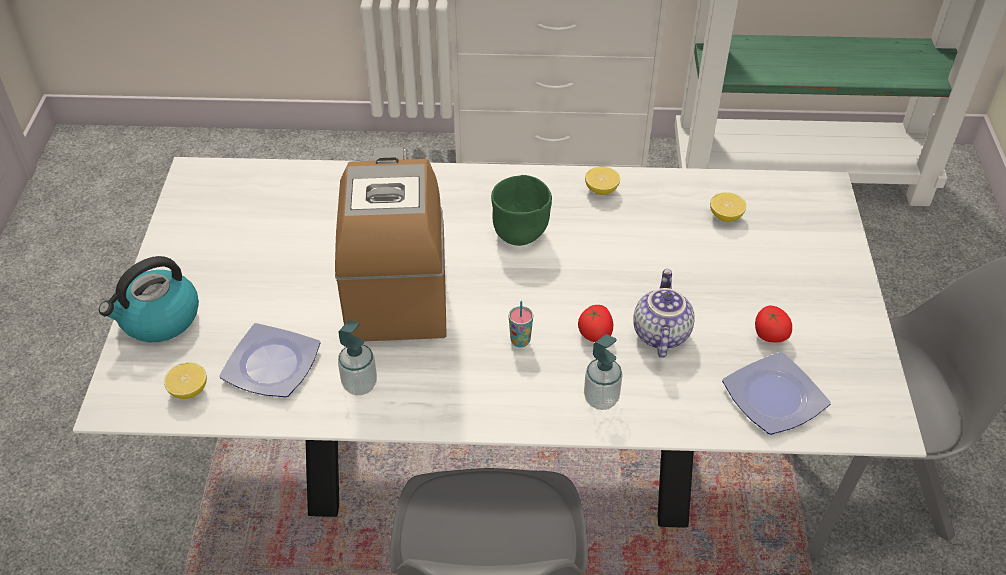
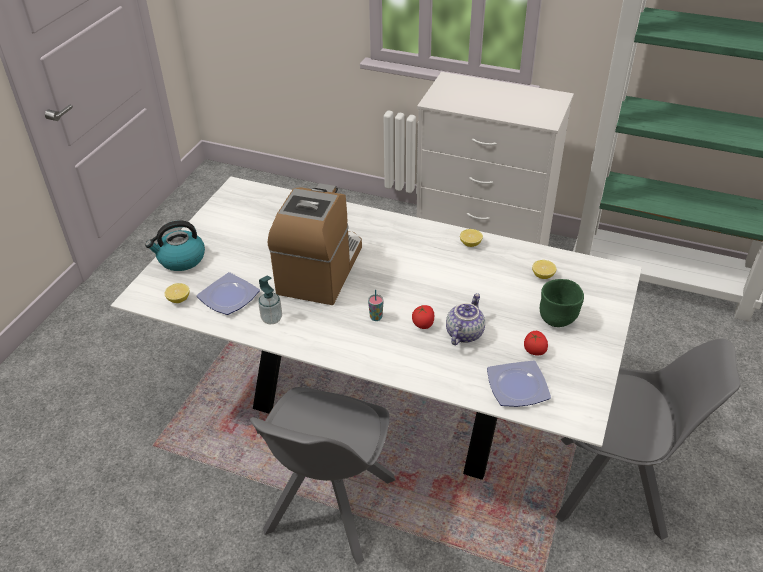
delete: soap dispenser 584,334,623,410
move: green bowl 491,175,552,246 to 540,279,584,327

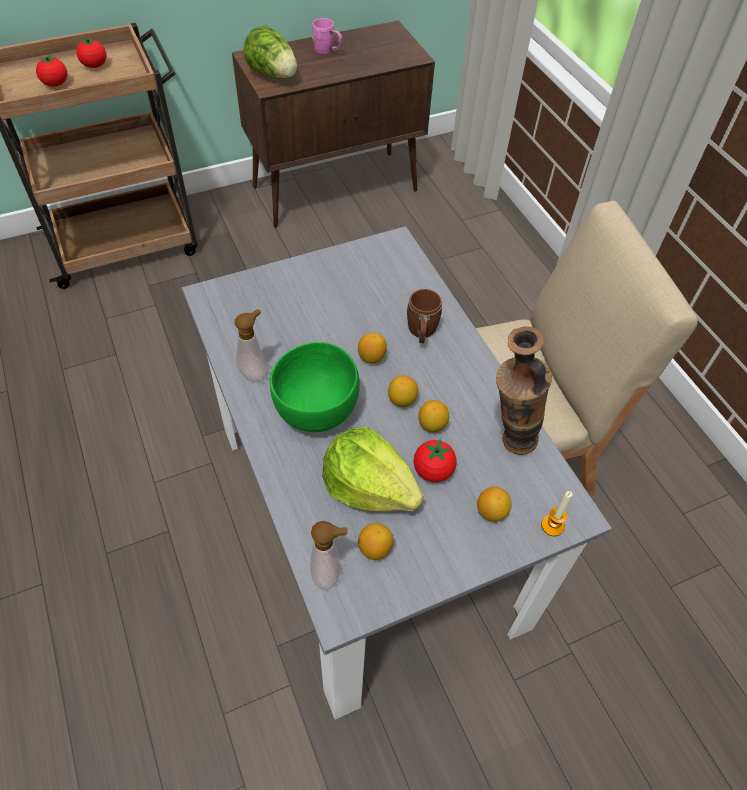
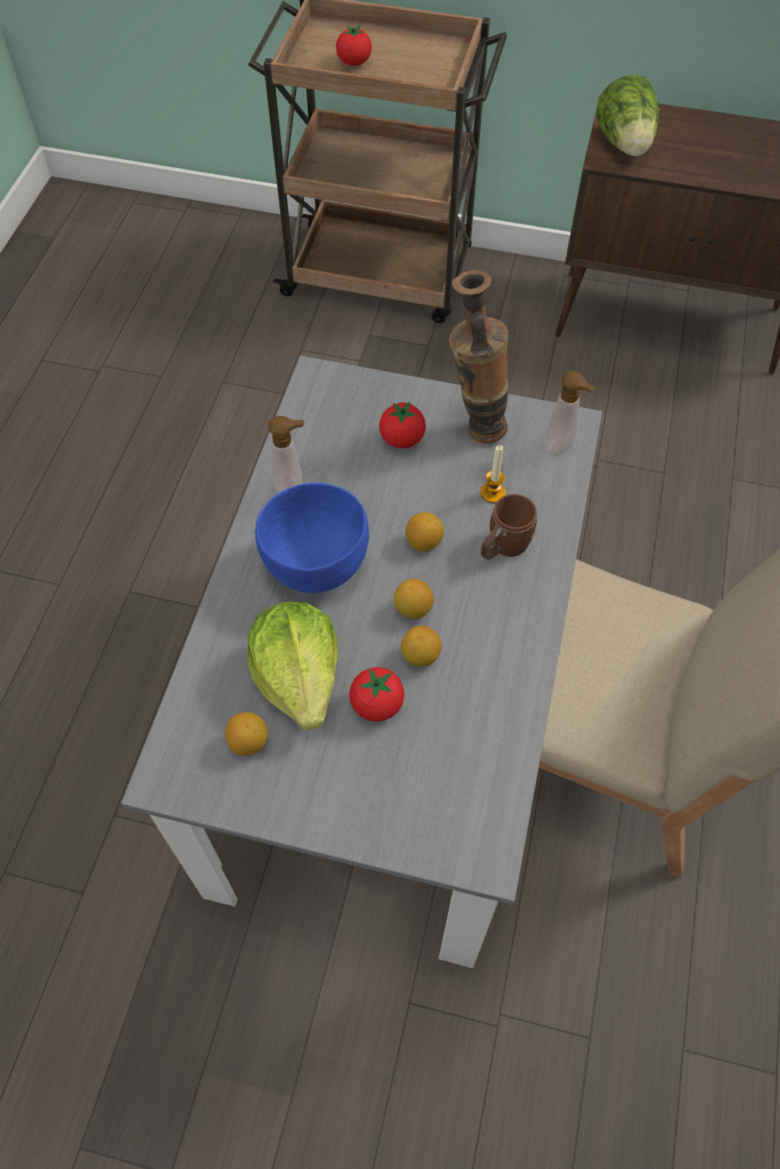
delete: pink mug 312,18,342,55; lemon 477,486,511,522
move: tomato 76,36,107,68 to 379,401,426,449; vase 496,326,552,455 to 449,270,509,444; candle 541,491,573,536 to 480,445,506,503; soap dispenser 310,521,348,590 to 544,371,595,456
recolor: green bowl 270,342,360,432 to blue bowl 255,483,369,593

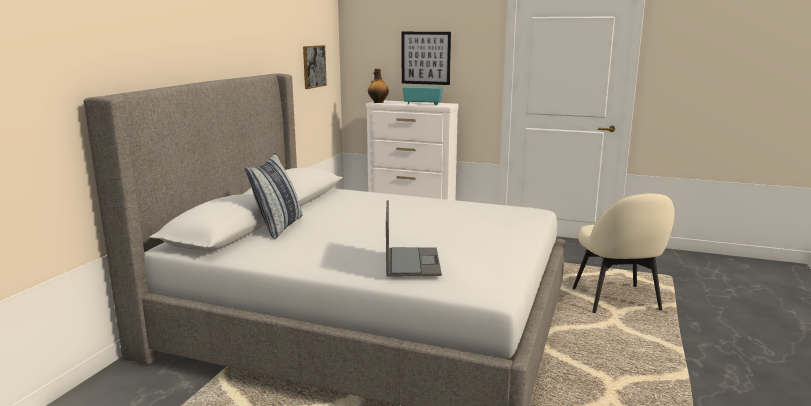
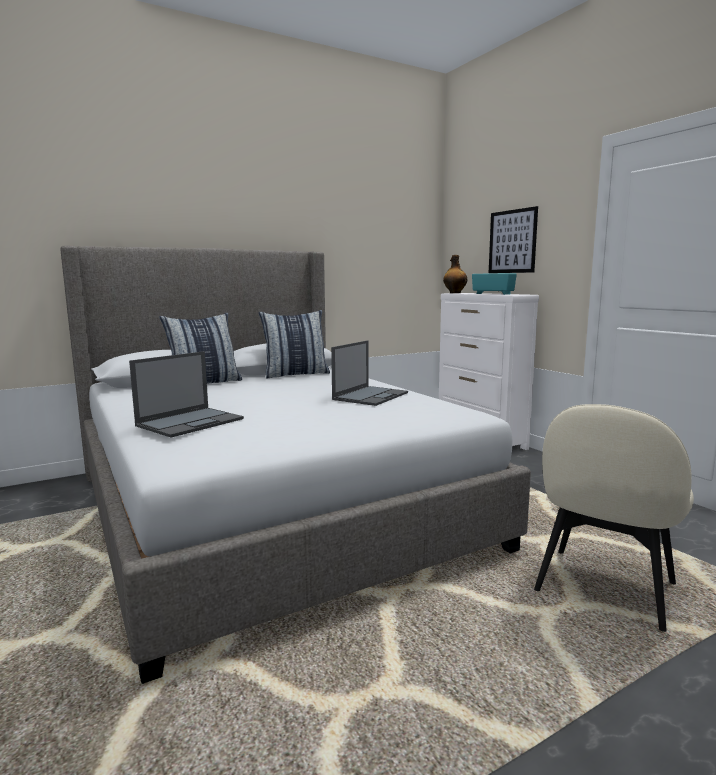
delete: picture 303,45,327,89
insert: pillow 259,310,330,379; laptop 331,340,408,406

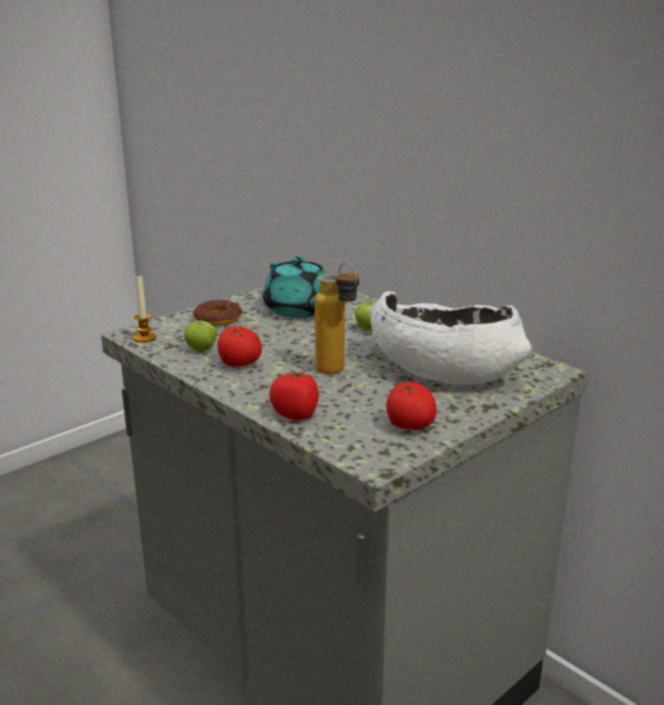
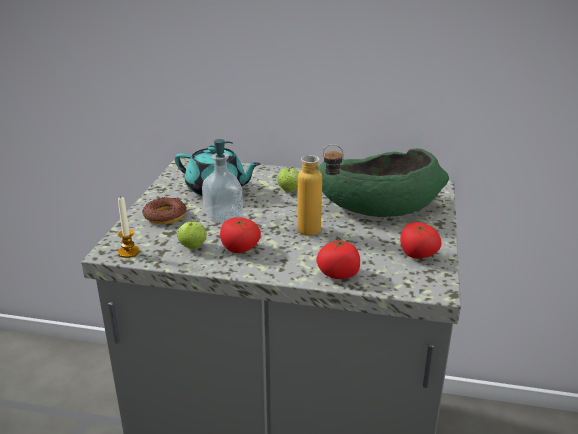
insert: soap dispenser 202,139,243,223
recolor: white bowl 370,291,532,385 to green bowl 318,148,449,217

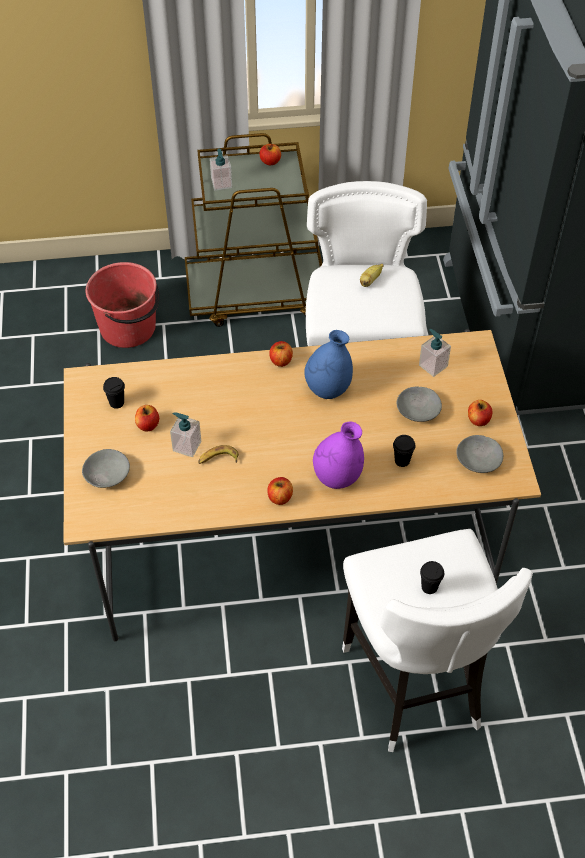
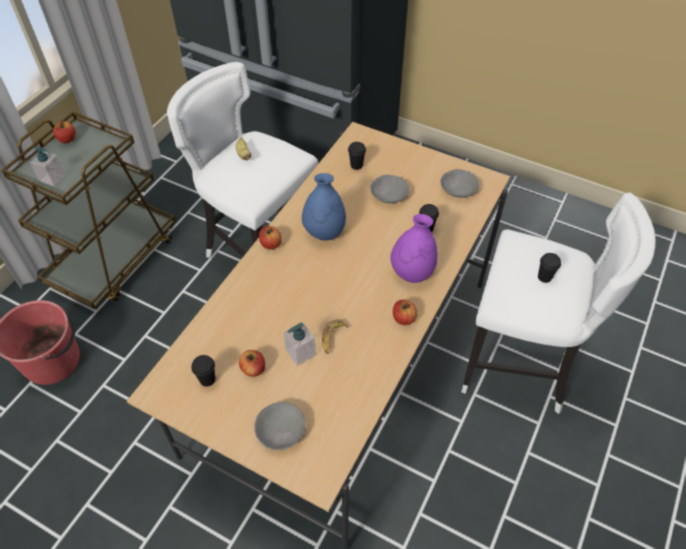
delete: apple 468,400,492,426
replace: soap dispenser 419,329,451,377 to black cup 348,142,366,170

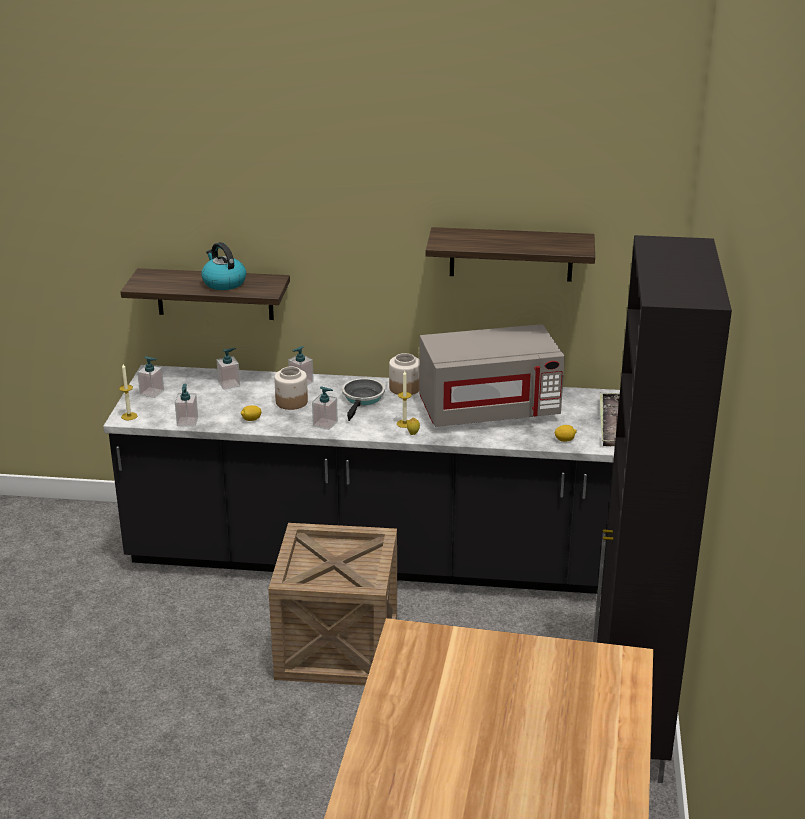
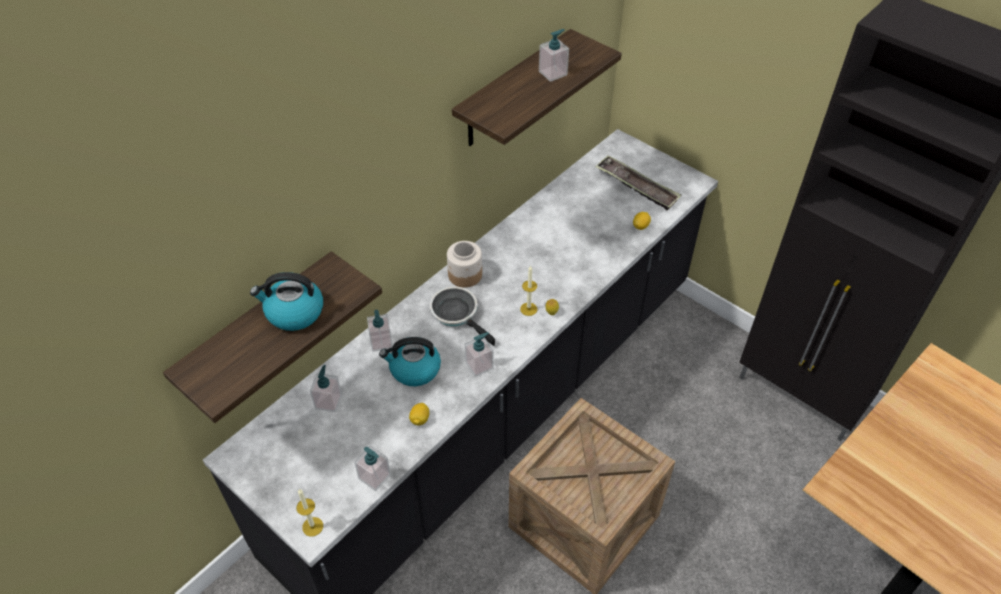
delete: grey microwave 419,324,565,427
move: soap dispenser 137,356,164,398 to 539,29,569,82
replace: jar 274,366,308,410 to kettle 379,337,441,387

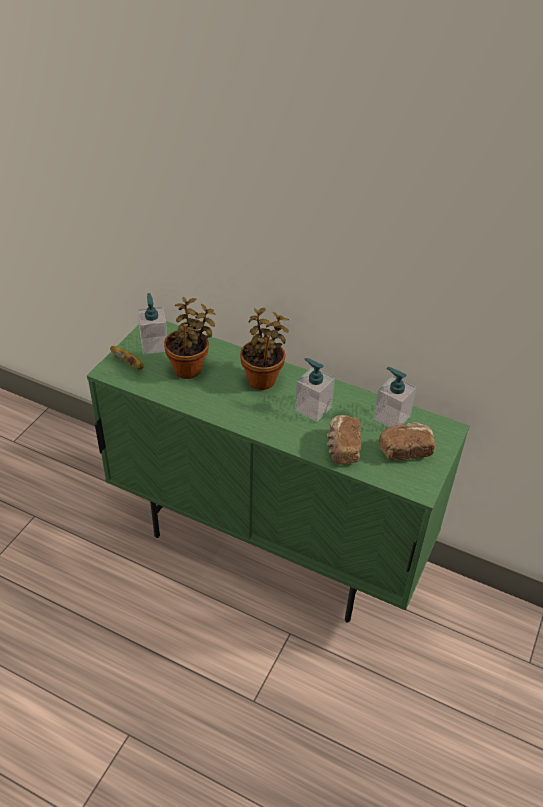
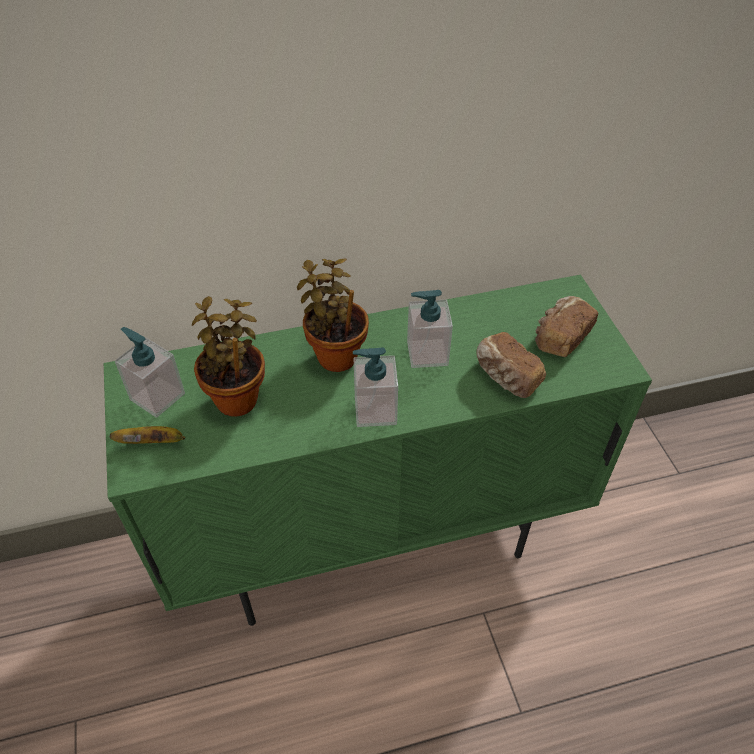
move: soap dispenser 374,367,416,427 to 353,347,398,427

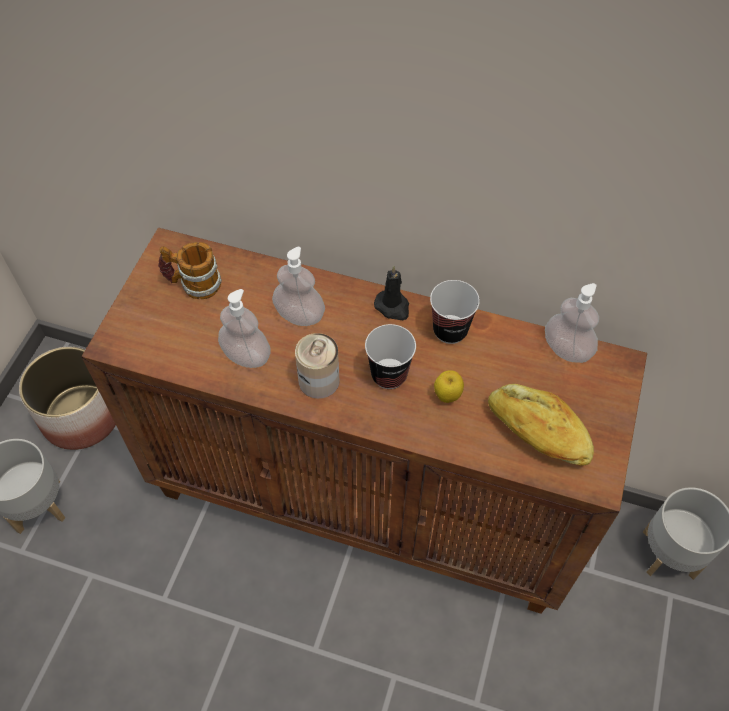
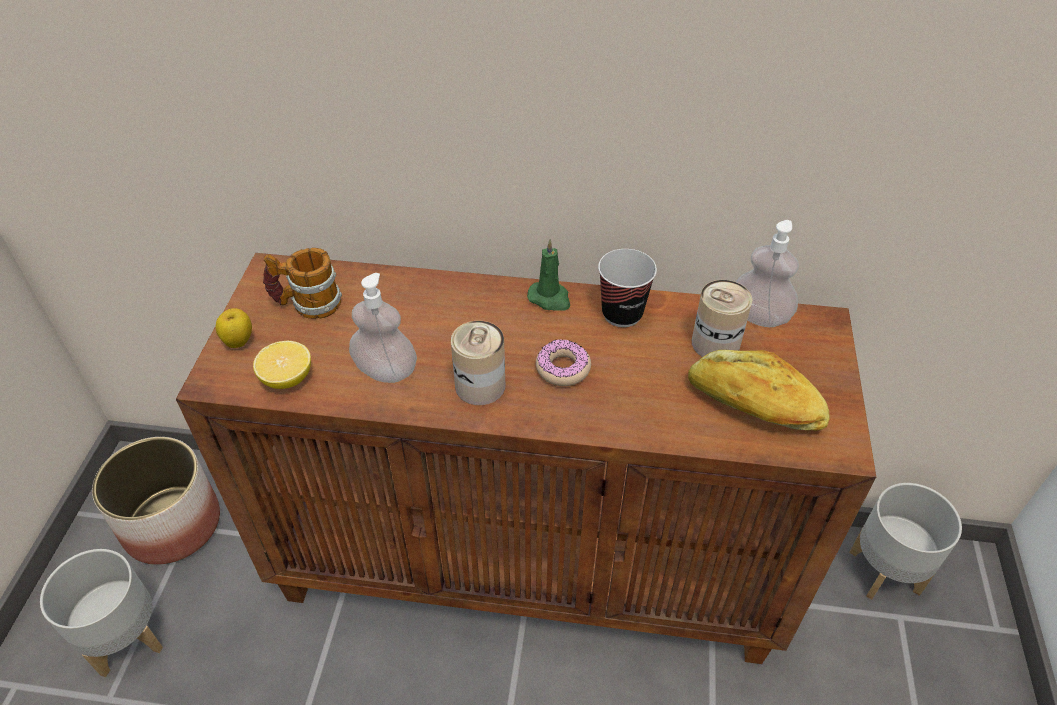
delete: soap dispenser 272,247,325,326
insert: can 692,280,752,357; lemon 253,341,311,389
move: apple 434,370,464,403 to 216,308,252,348
replace: cup 365,324,416,389 to donut 536,339,591,386
recolor: black candle 374,266,409,320 to green candle 527,239,570,311

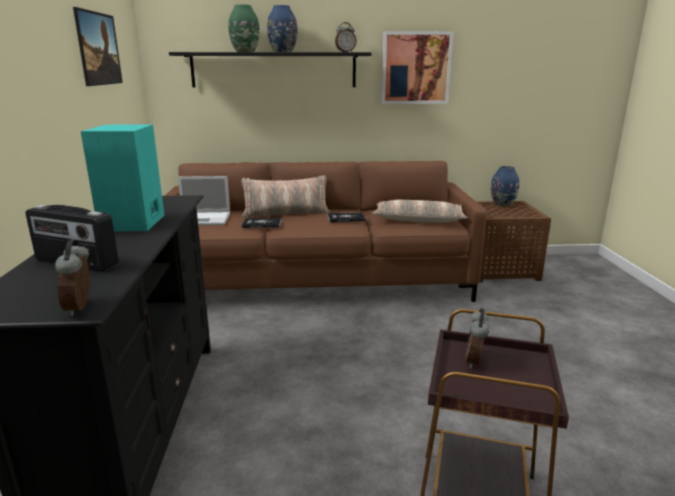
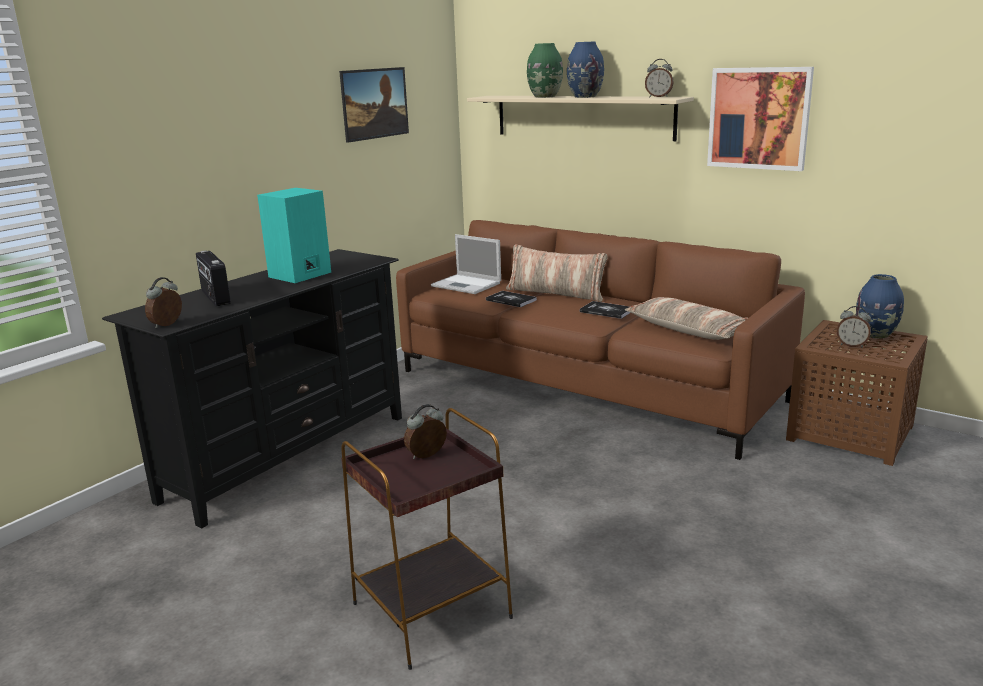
insert: alarm clock 837,306,871,348
recolor: black shelf 169,52,372,88 to beige shelf 467,96,694,141

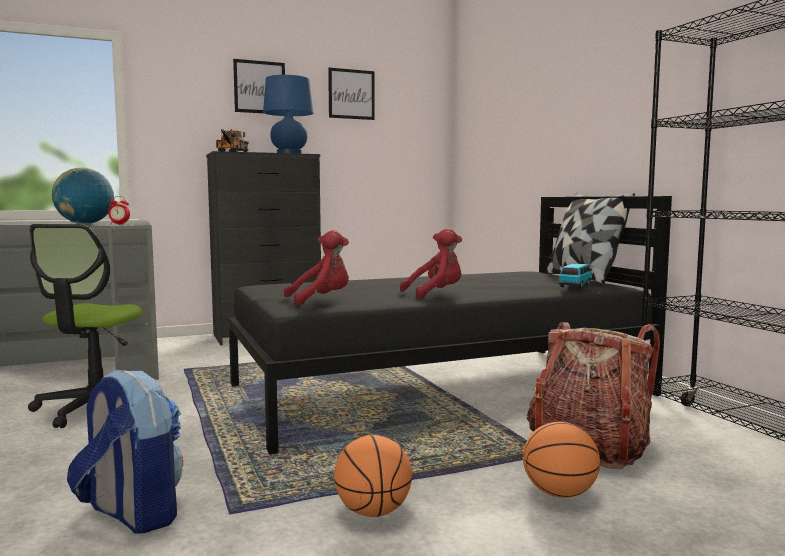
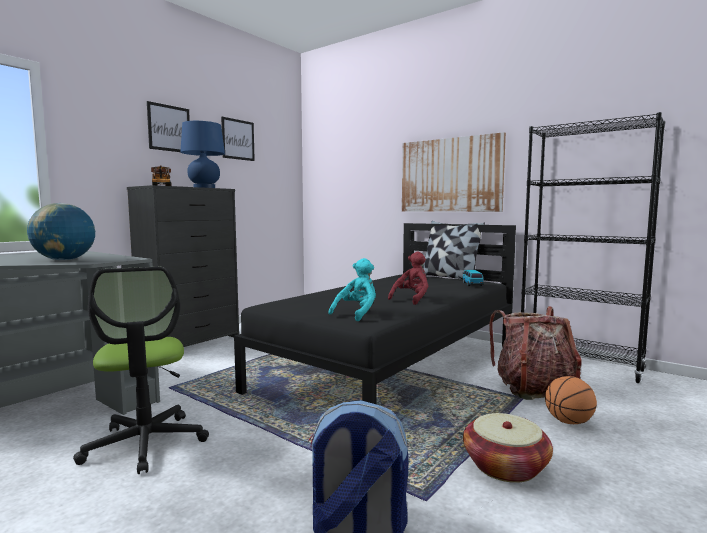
delete: alarm clock 108,196,130,225
insert: picture 402,132,506,212
replace: basketball 333,435,412,517 to basket 463,413,553,483
recolor: red plush toy 284,230,349,306 to turquoise plush toy 328,258,376,321

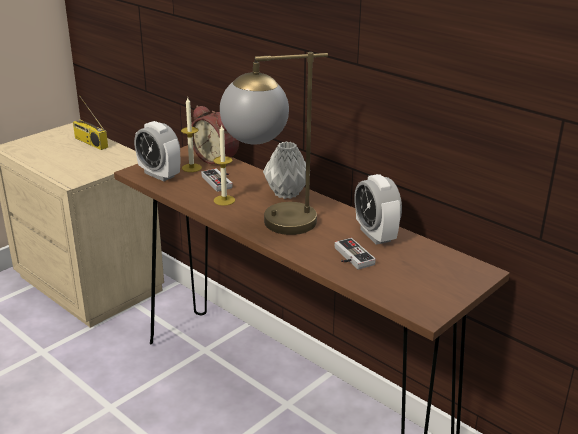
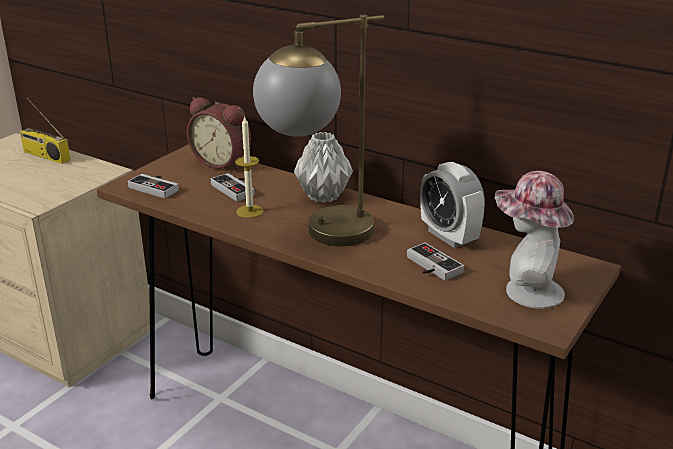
delete: candle 181,98,202,172
insert: hat 495,171,574,309
replace: alarm clock 134,121,180,181 to game controller 128,174,179,198

